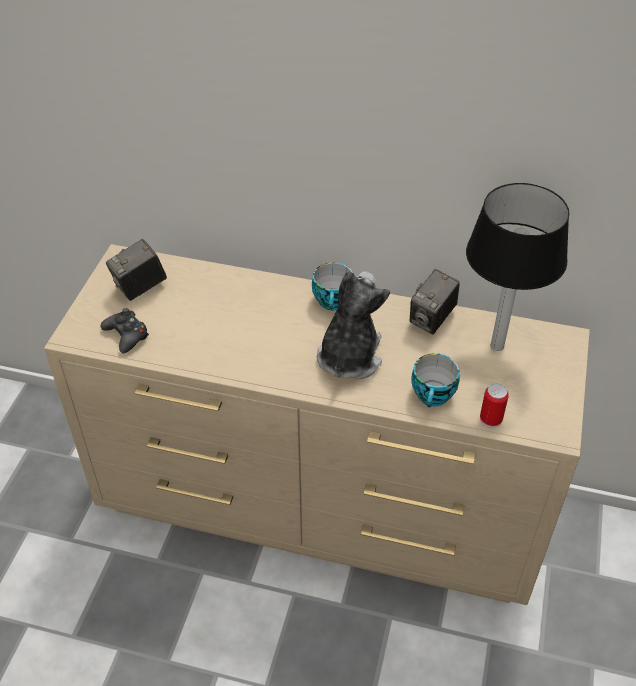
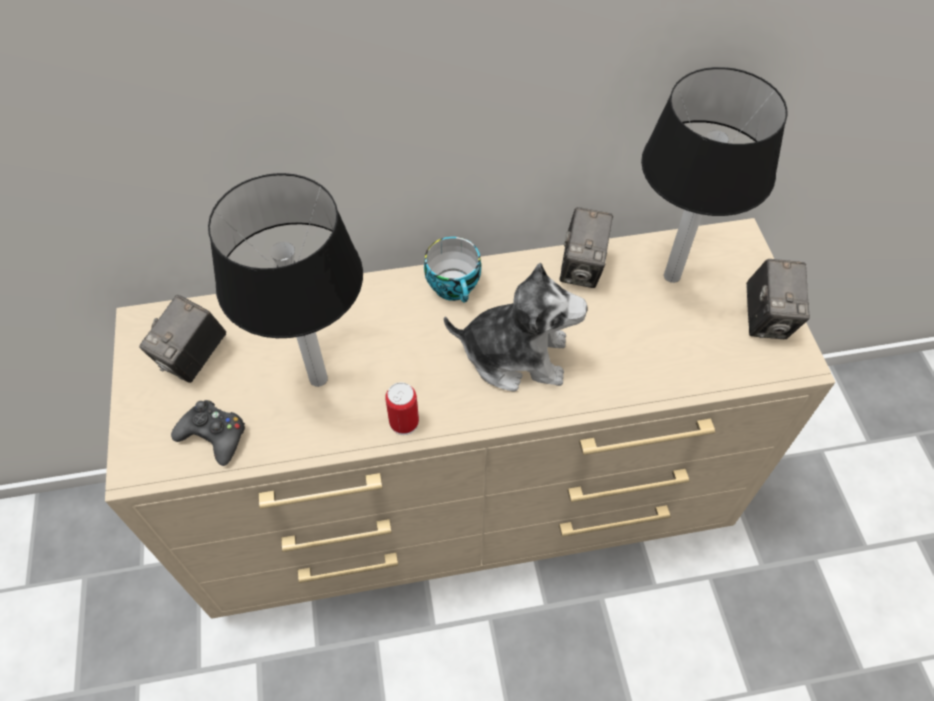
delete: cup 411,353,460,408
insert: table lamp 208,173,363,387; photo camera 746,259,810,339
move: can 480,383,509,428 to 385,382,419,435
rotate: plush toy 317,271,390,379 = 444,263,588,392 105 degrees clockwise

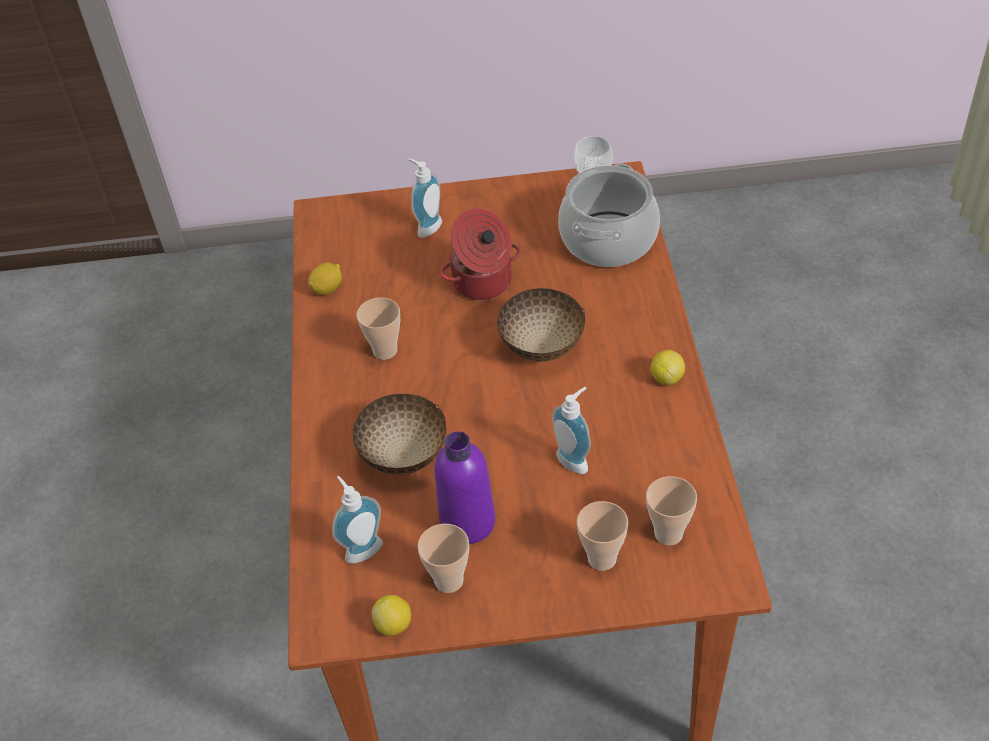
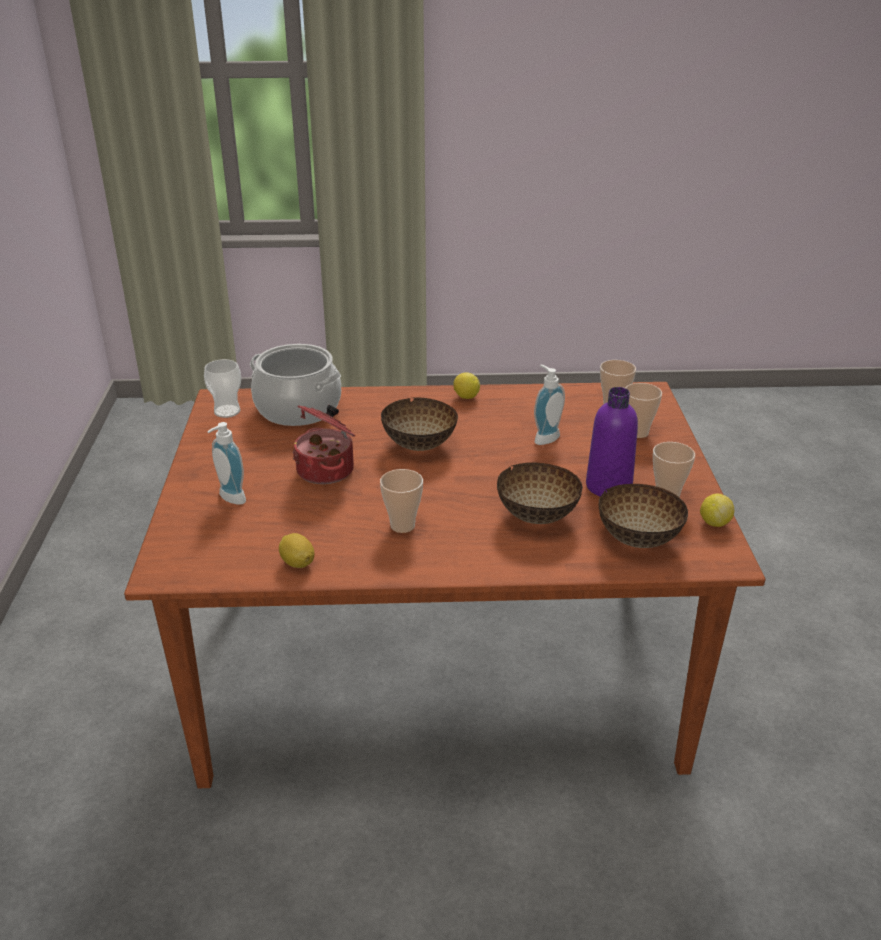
replace: soap dispenser 332,476,383,564 to bowl 599,484,688,548

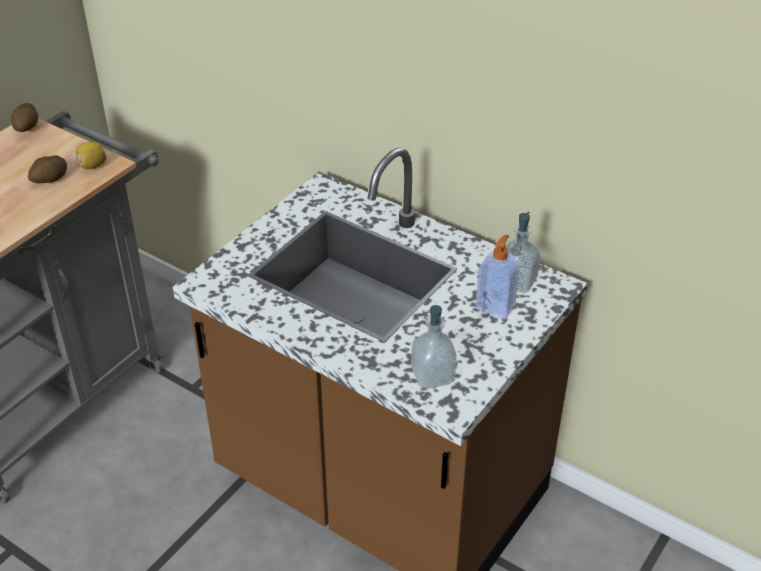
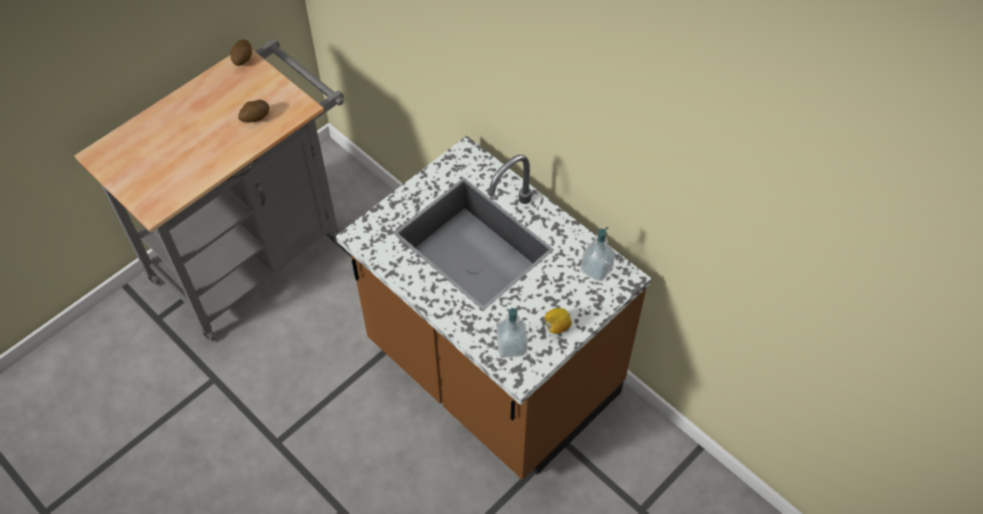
delete: soap dispenser 475,235,520,319
move: lemon 76,142,107,169 to 545,308,572,334

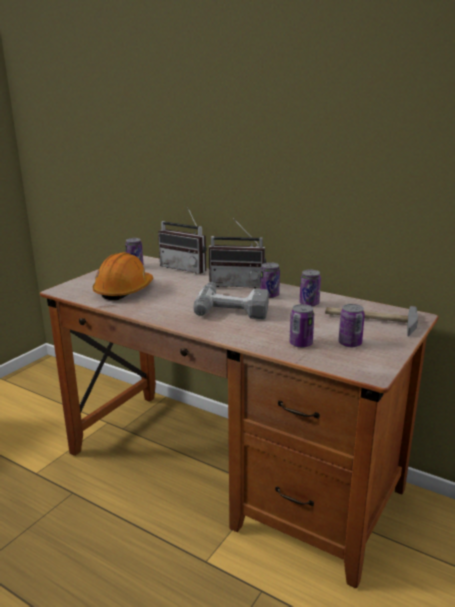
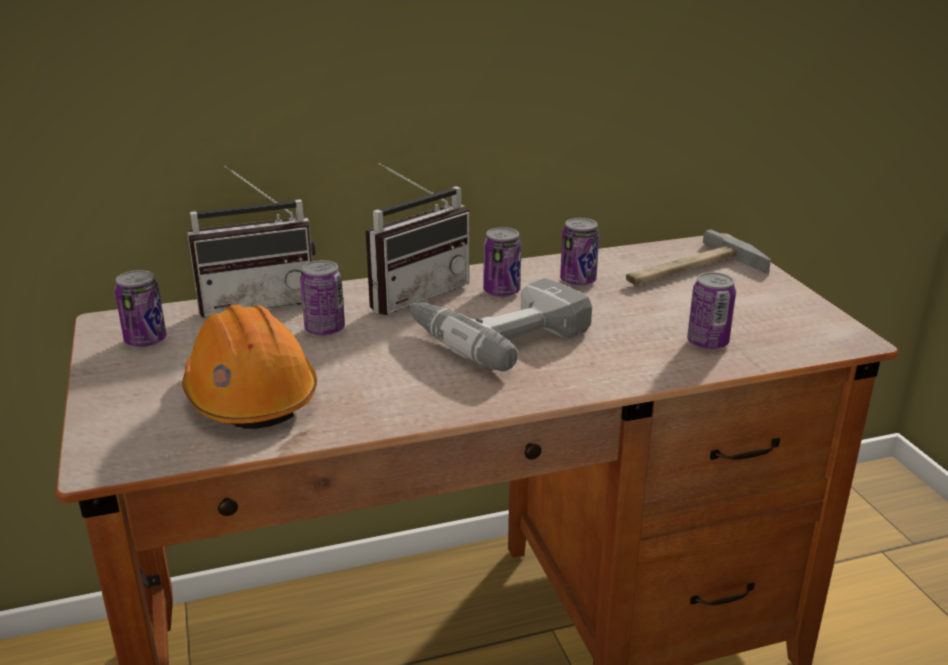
move: can 338,304,365,347 to 300,260,345,336

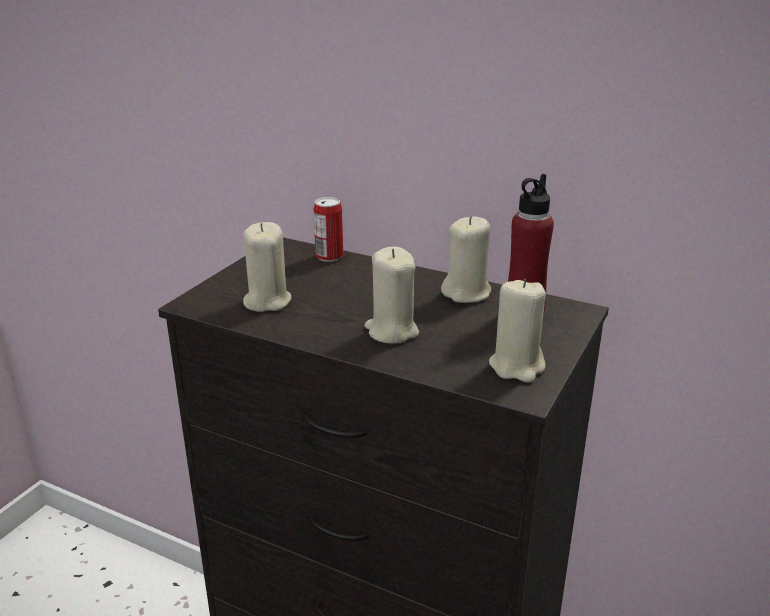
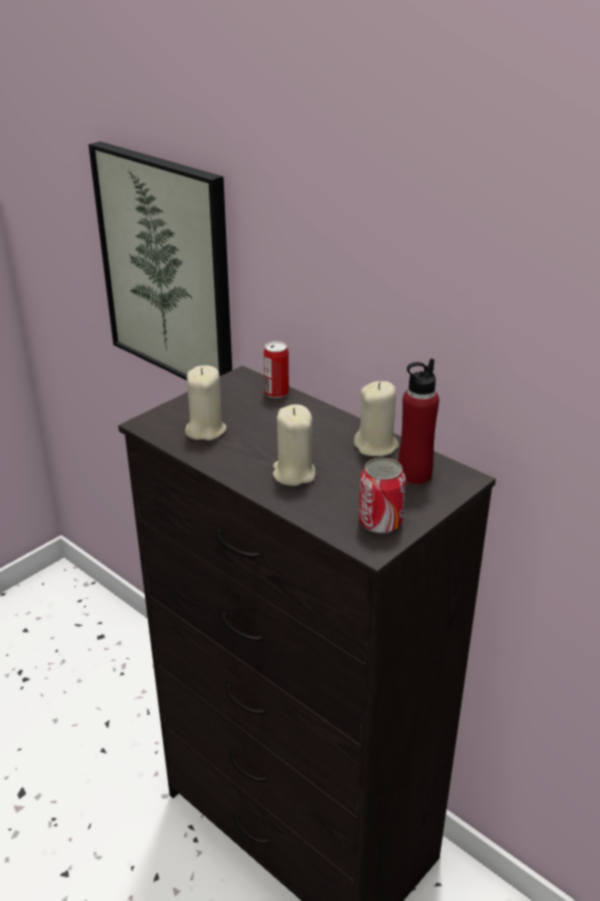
insert: picture 89,141,232,380
replace: beige candle 489,279,546,382 to can 359,457,406,534

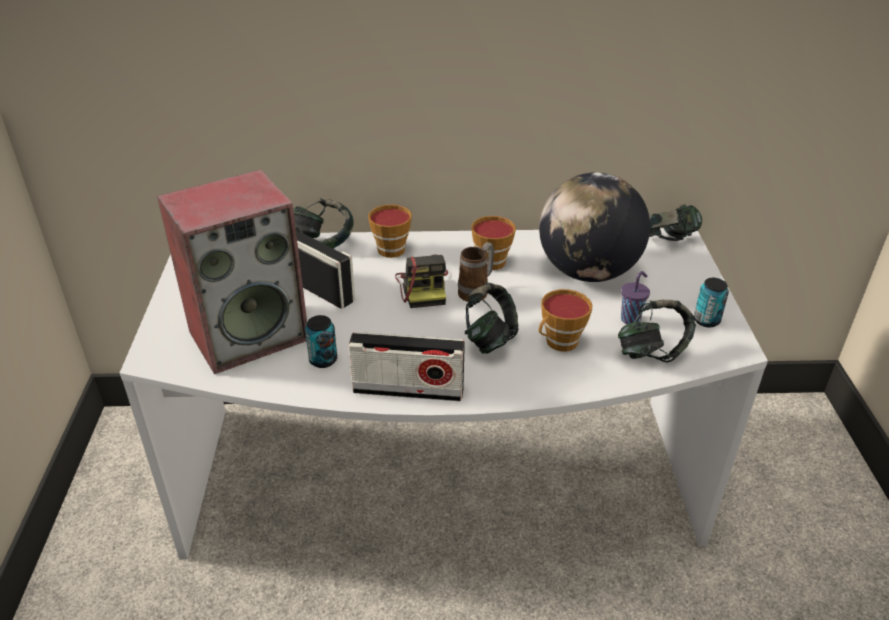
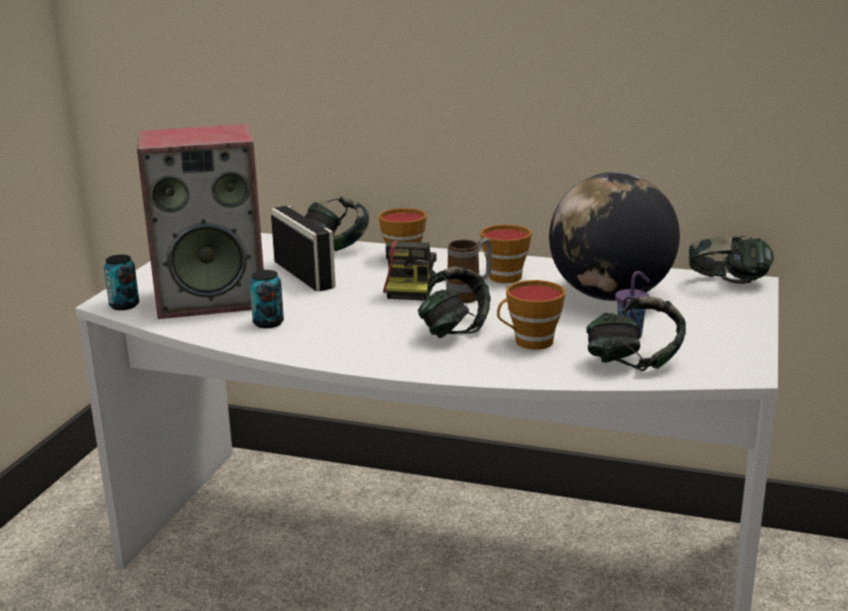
delete: radio 349,332,465,401
move: can 694,278,729,327 to 104,255,139,310

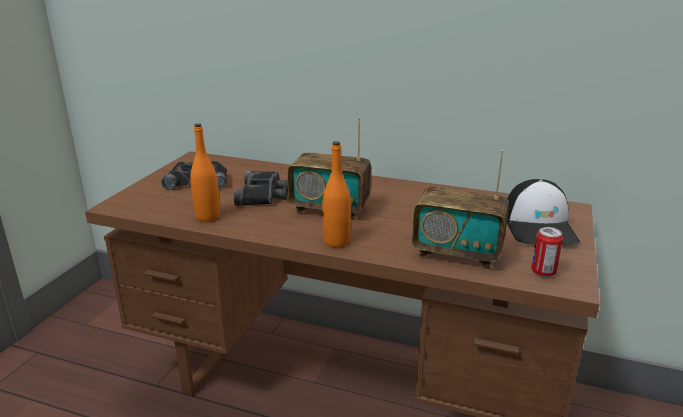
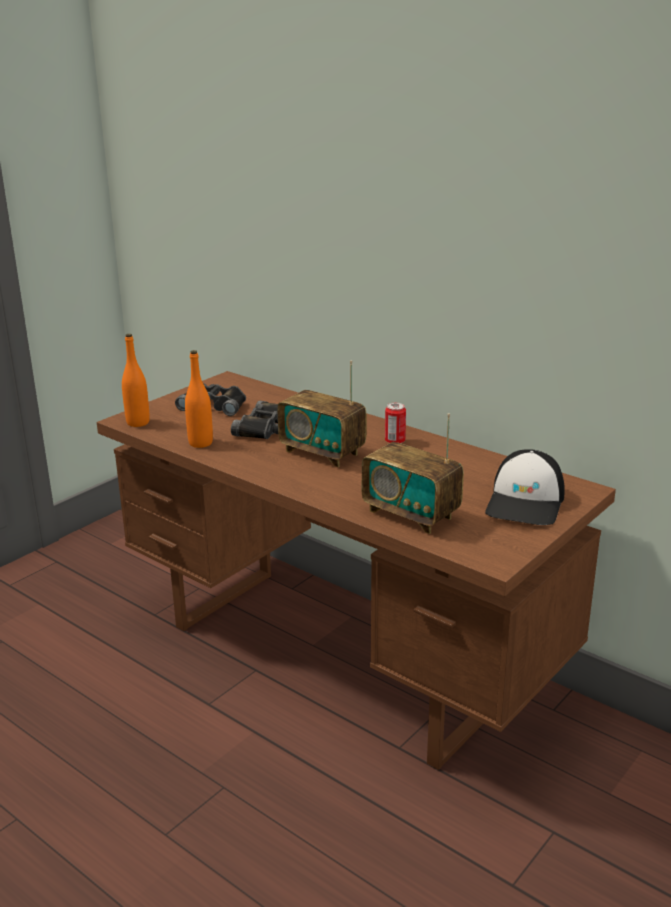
move: orange bottle 322,141,351,248 to 122,334,150,427; can 531,227,563,277 to 385,403,406,443

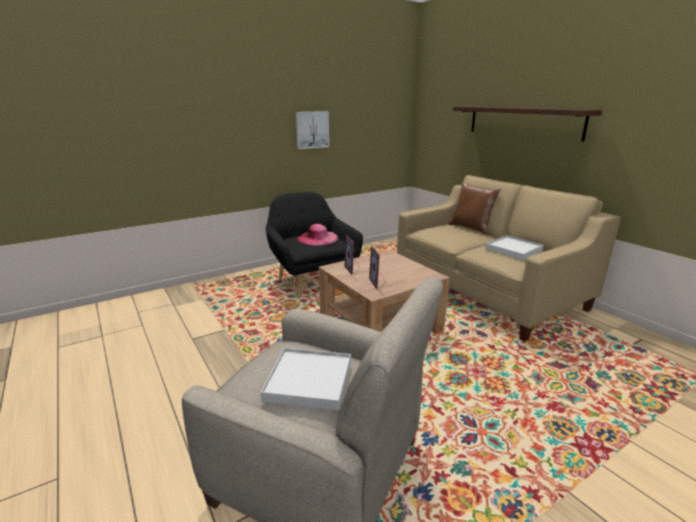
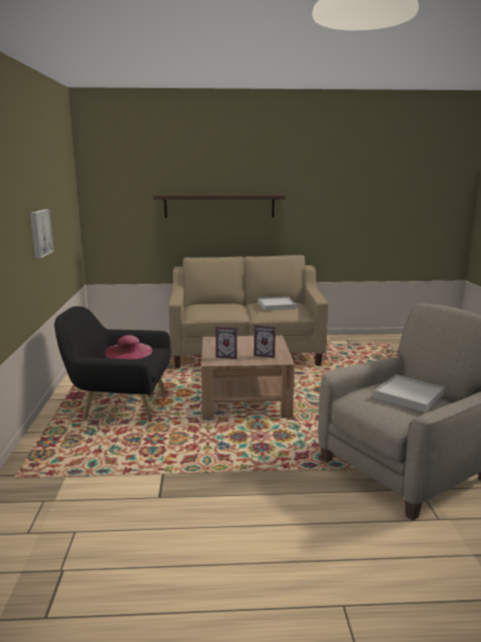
delete: brown pillow 448,182,500,235

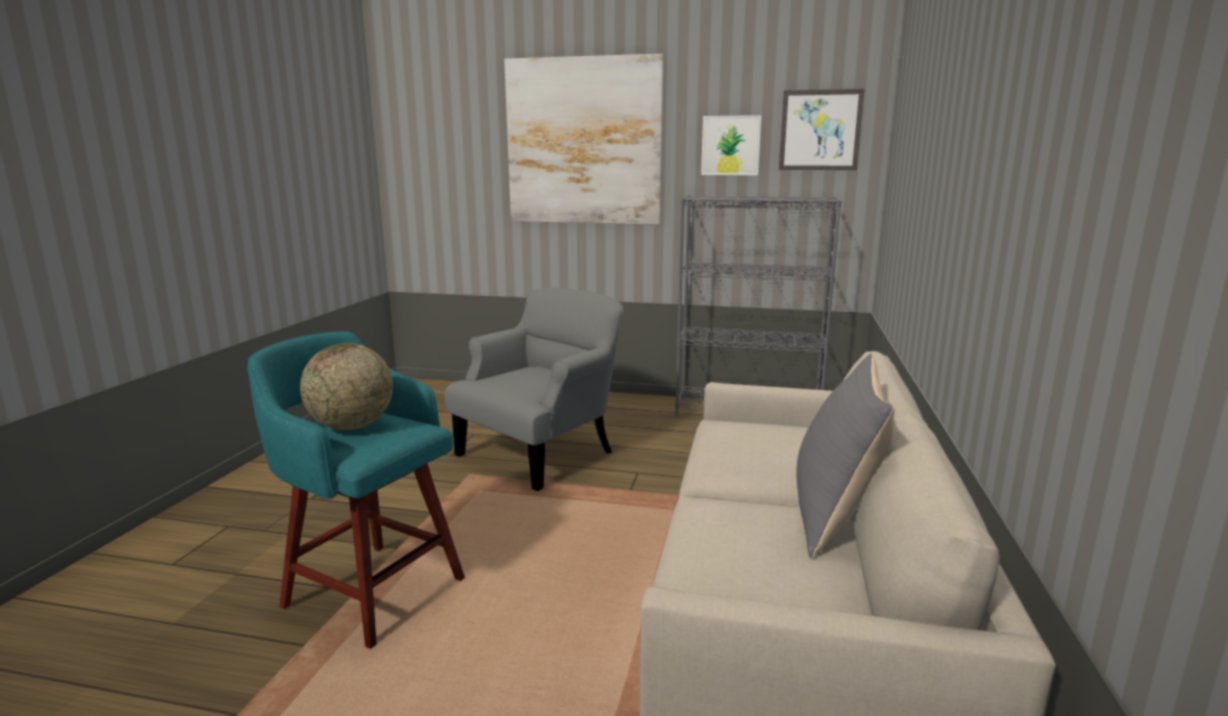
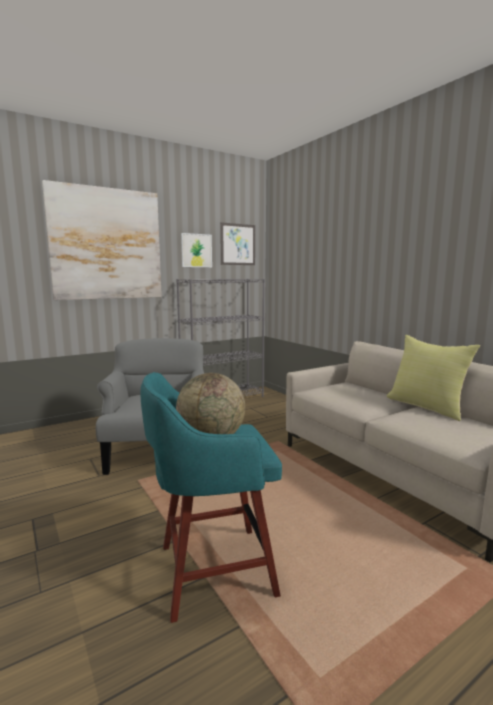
recolor: grey pillow 796,354,894,558 to yellow pillow 386,335,480,421

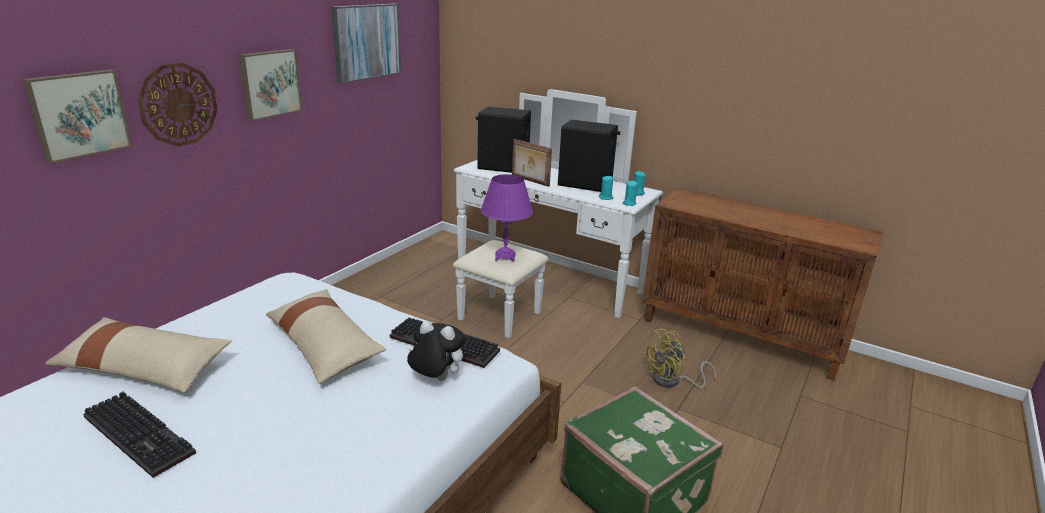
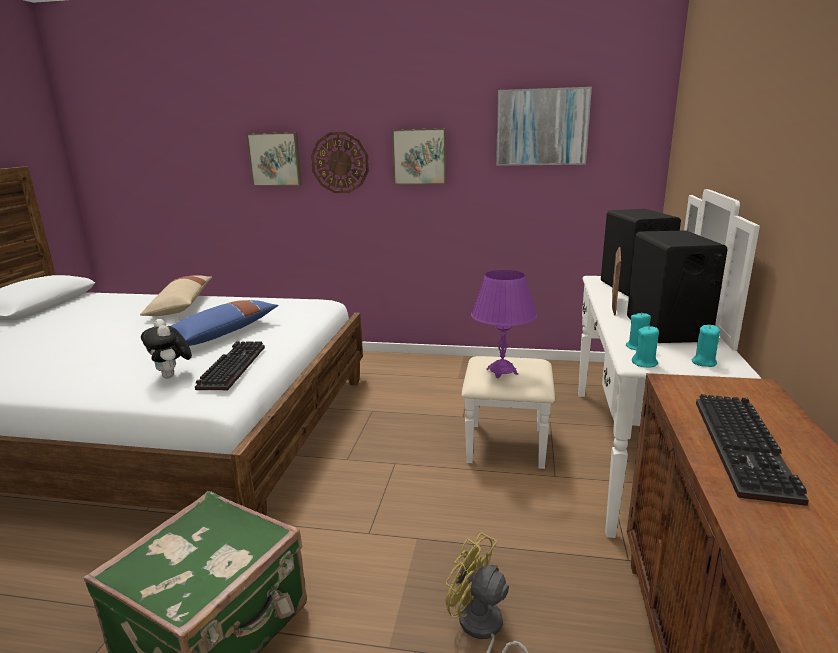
move: keyboard 83,392,196,478 to 696,394,809,506
recolor: beige pillow 266,289,386,384 to blue pillow 171,300,278,346
rotate: plush toy 407,321,465,381 = 141,319,192,378 150 degrees clockwise

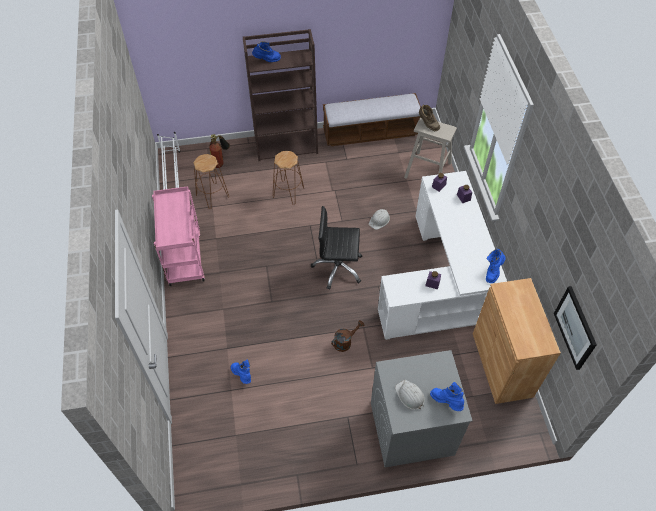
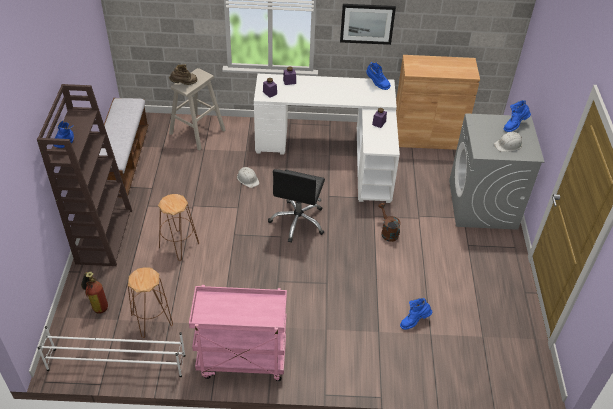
move: picture 554,286,597,370 to 340,4,396,45

